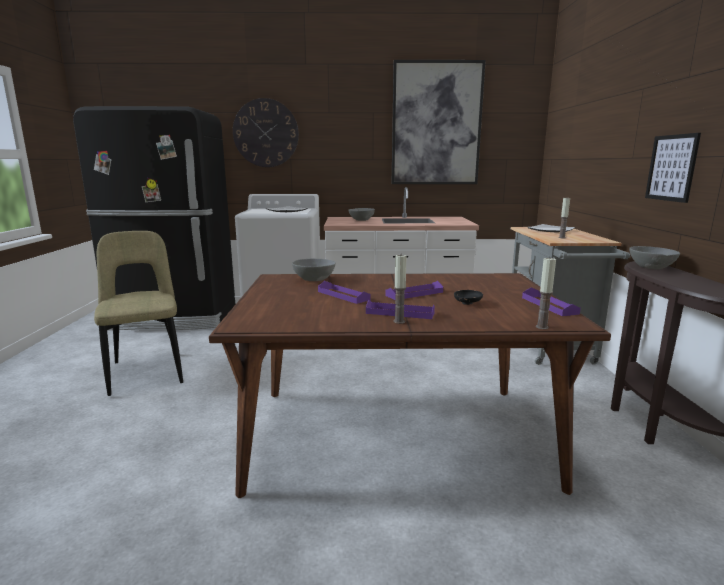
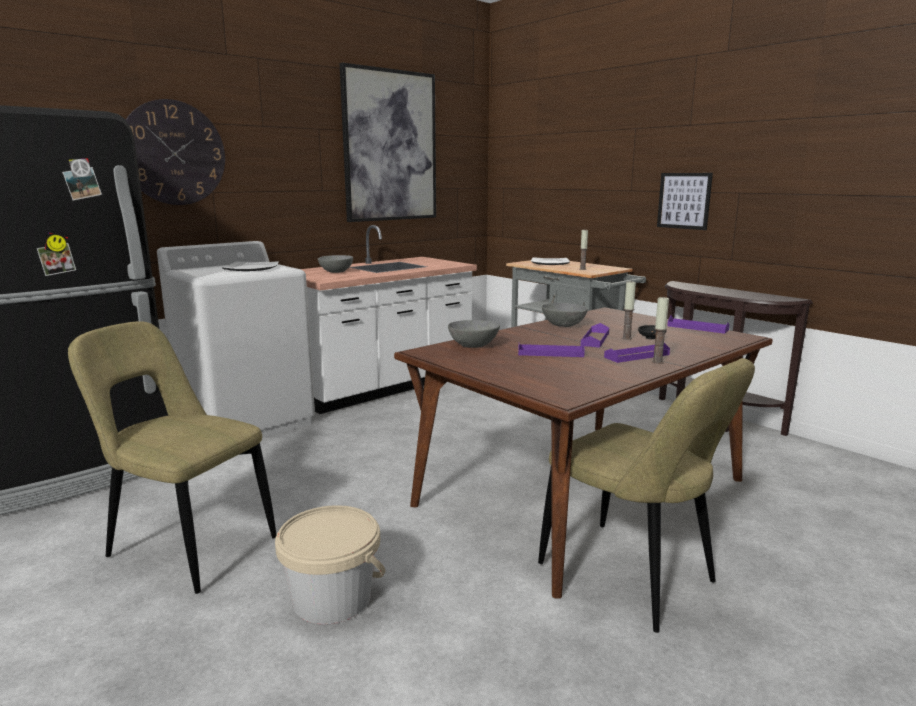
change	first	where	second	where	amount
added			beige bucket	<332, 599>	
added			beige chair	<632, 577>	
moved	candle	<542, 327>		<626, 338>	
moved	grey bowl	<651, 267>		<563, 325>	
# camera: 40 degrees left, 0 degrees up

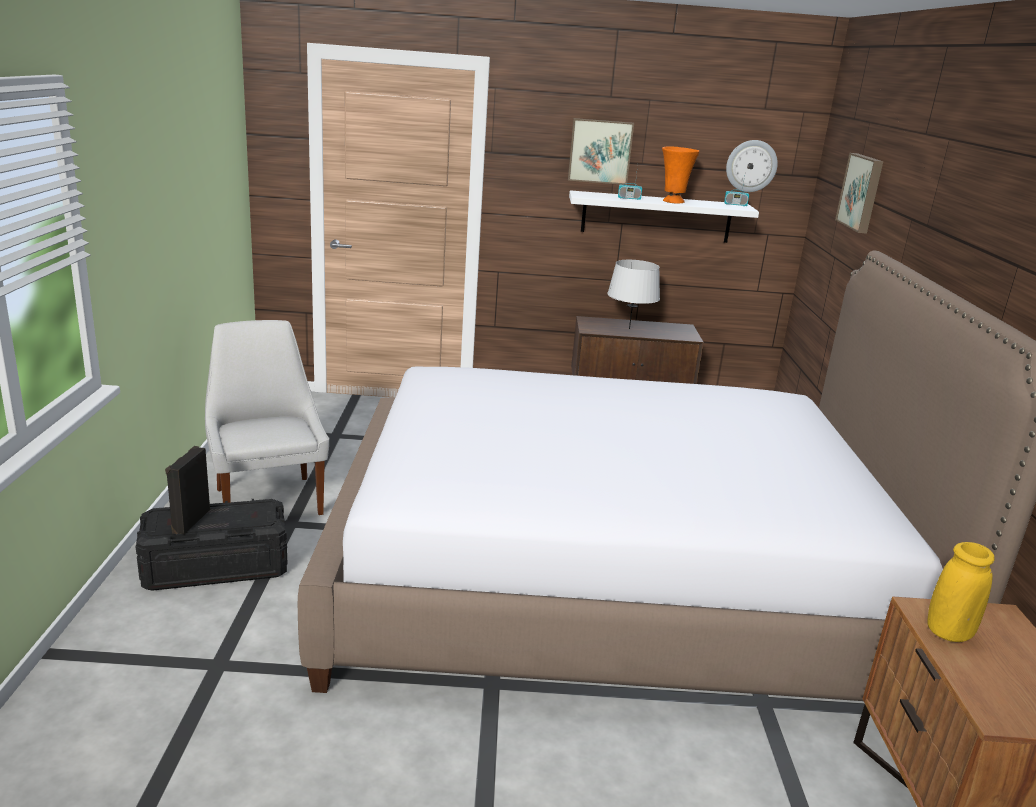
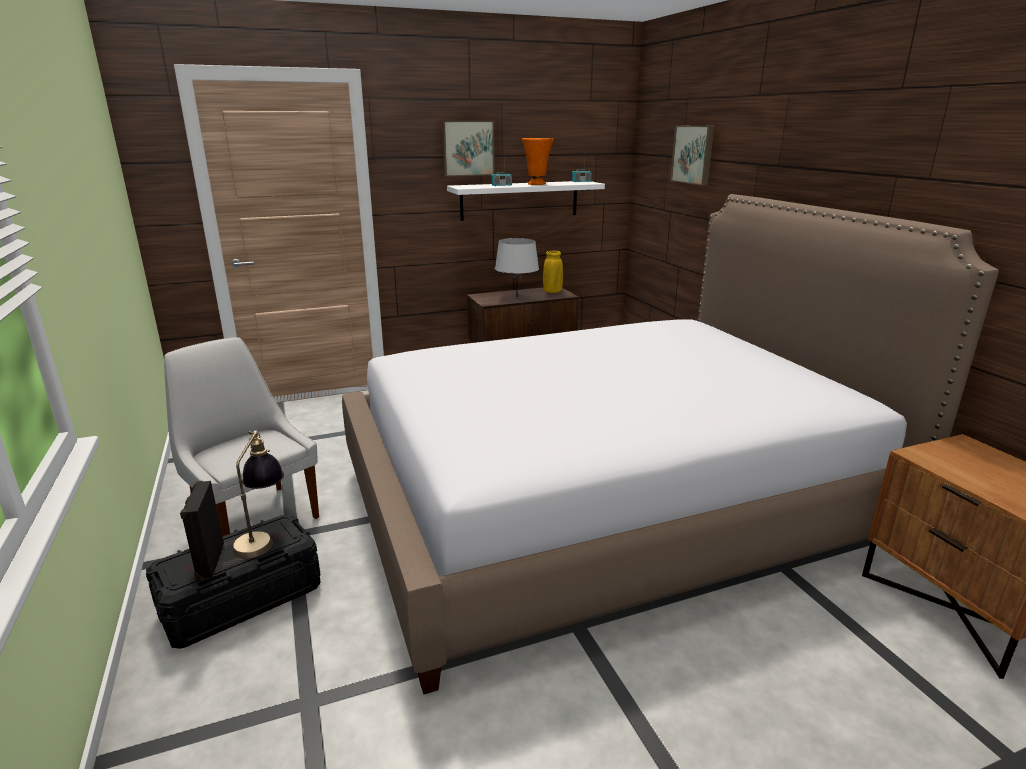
change	first	where	second	where	amount
removed	wall clock	<751, 166>			
added			table lamp	<262, 536>	
moved	yellow vase	<949, 633>		<552, 292>	
# camera: 20 degrees left, 0 degrees up

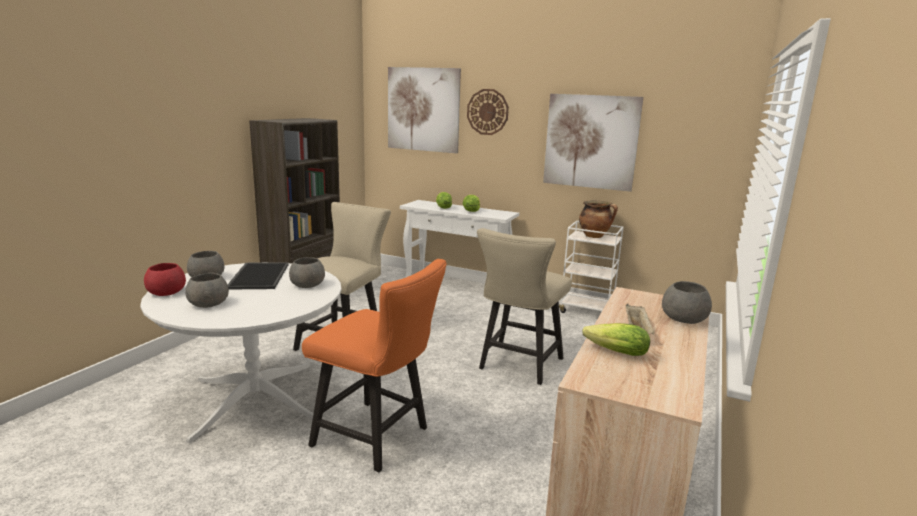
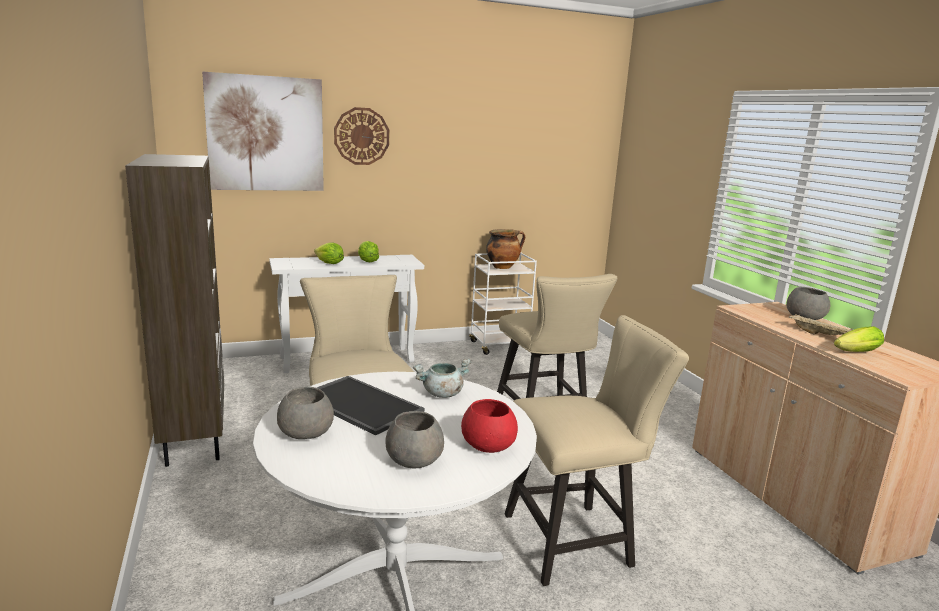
change	first	where	second	where	amount
removed	picture	<591, 142>			
moved	red bowl	<166, 293>		<489, 445>	
replaced	grey bowl	<307, 285>	grey cooking pot	<442, 394>	
recoloured	orange chair	<378, 438>	beige chair	<576, 540>	
# camera: 45 degrees left, 0 degrees up

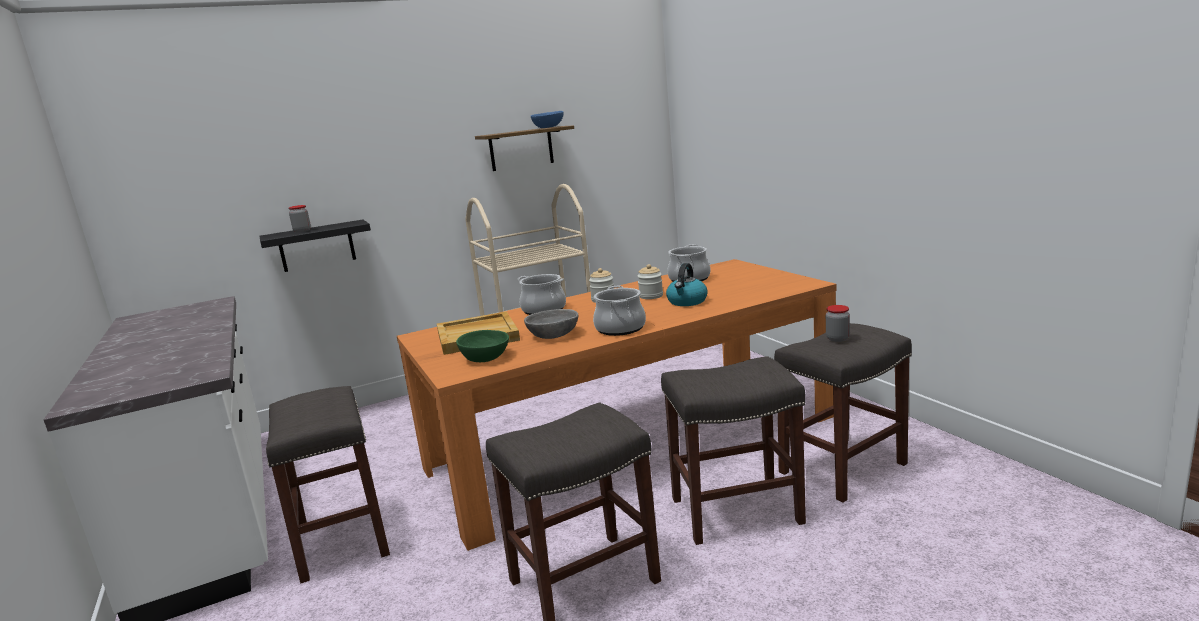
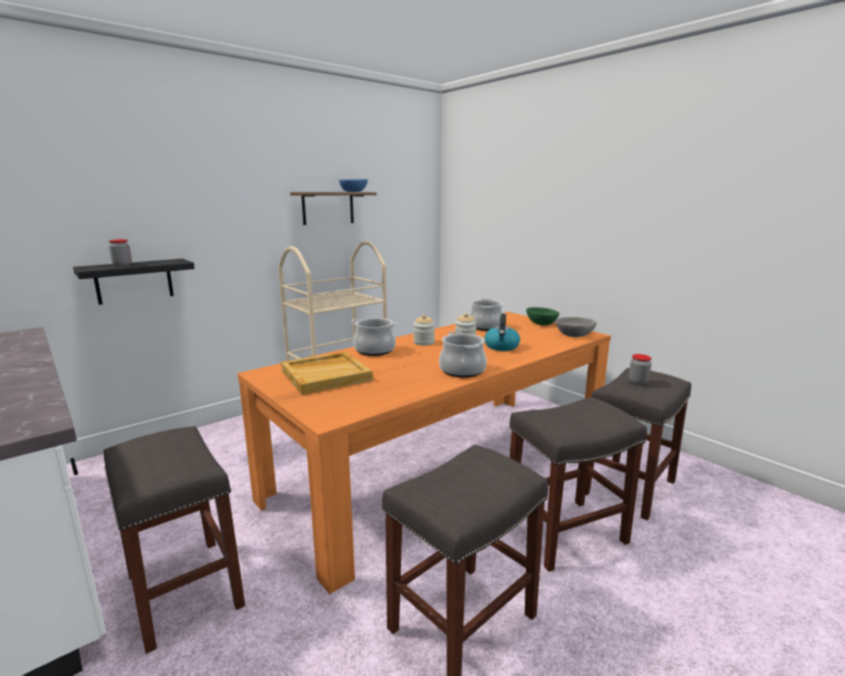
change	first	where	second	where	amount
moved	green bowl	<484, 358>		<541, 323>	
moved	grey bowl	<553, 335>		<574, 335>	
# camera: 15 degrees left, 0 degrees up

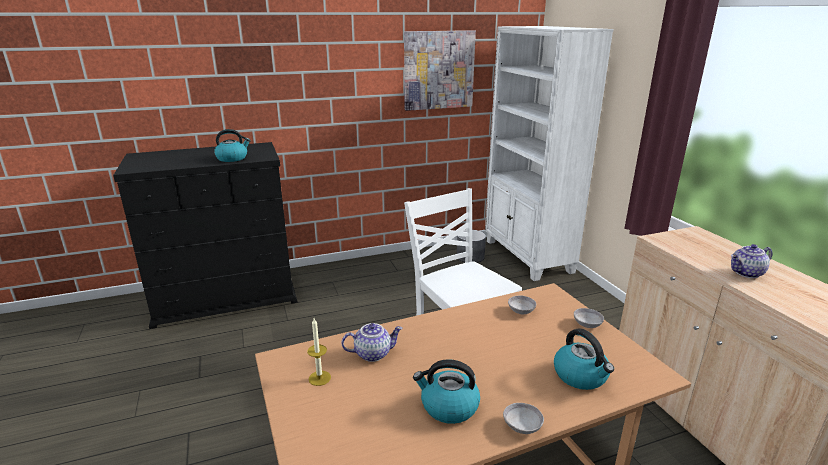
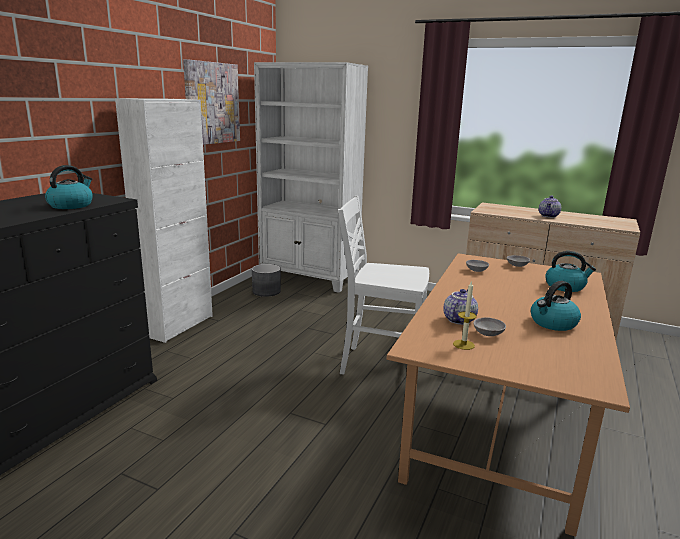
change	first	where	second	where	amount
added			white cabinet	<178, 325>	
moved	grey bowl	<522, 426>		<488, 334>	
# camera: 45 degrees left, 5 degrees down

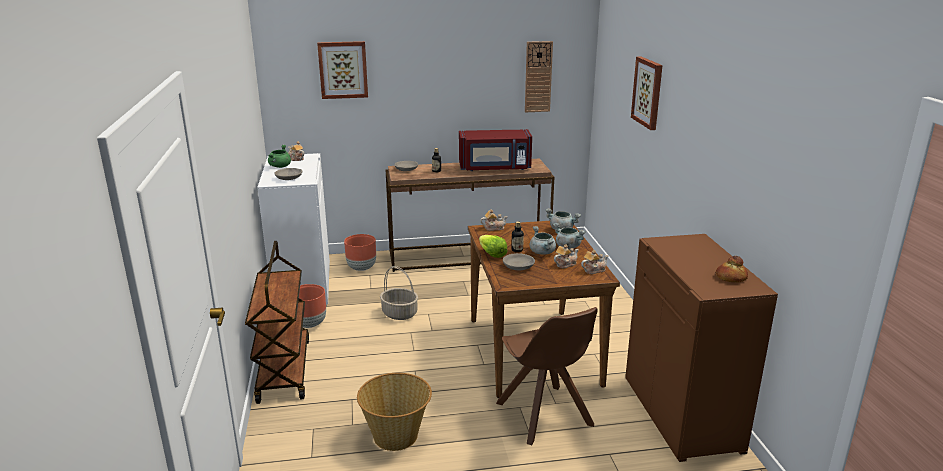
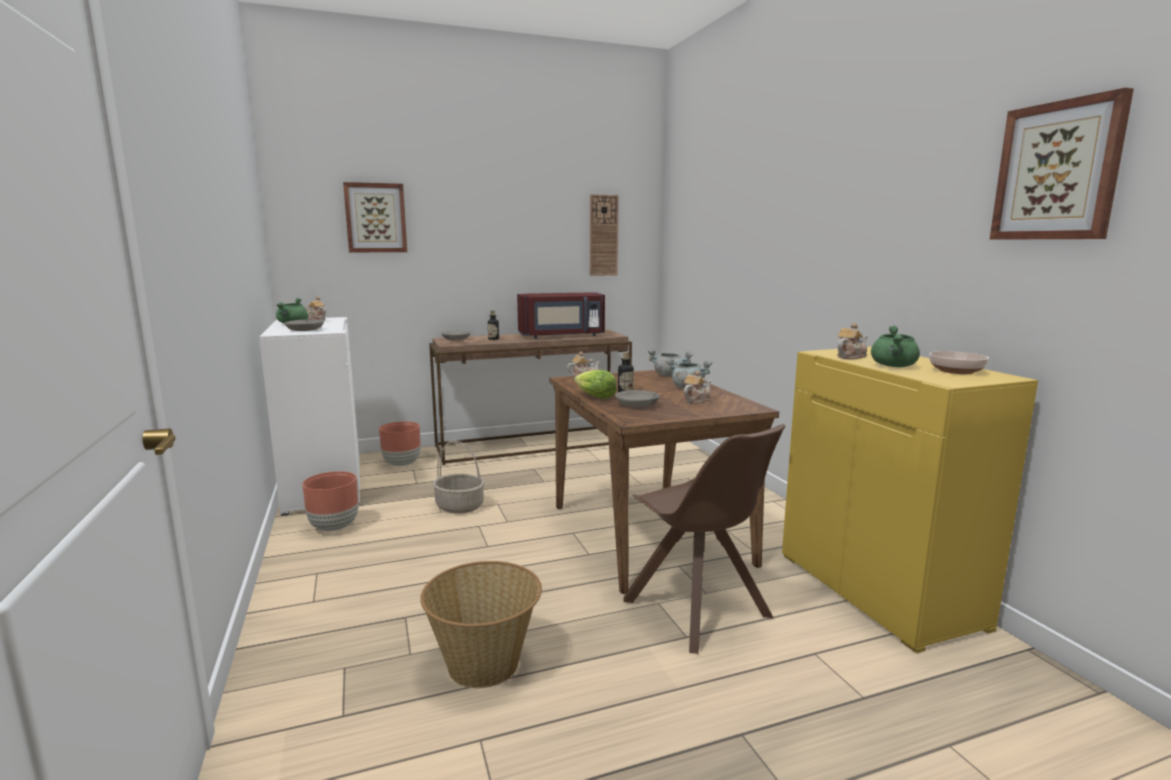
change	first	where	second	where	amount
removed	brown cart	<283, 369>			
removed	grey cooking pot	<543, 252>			
added			green cooking pot	<894, 366>	
moved	teapot	<593, 270>		<850, 357>	
moved	picture	<648, 92>		<1058, 171>	
replaced	bread	<731, 278>	bowl	<957, 371>	
recoloured	brown cabinet	<683, 414>	yellow cabinet	<879, 590>	
# camera: 10 degrees left, 10 degrees down

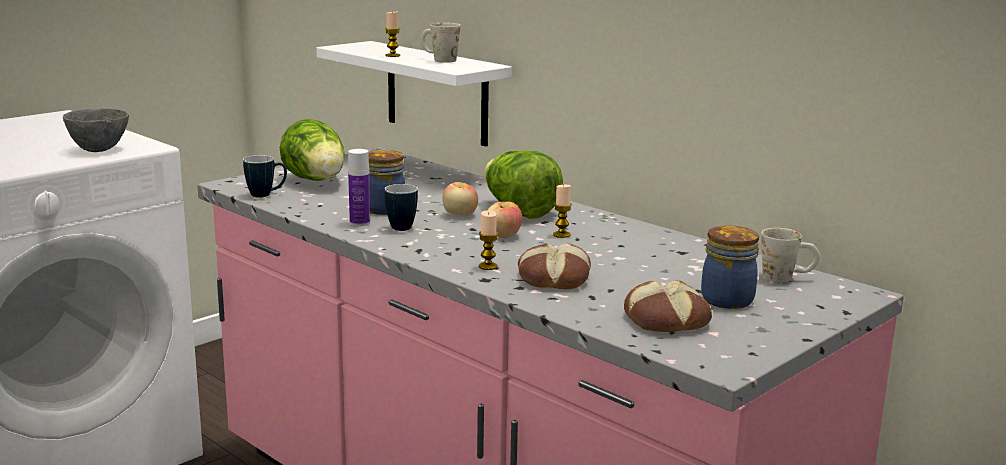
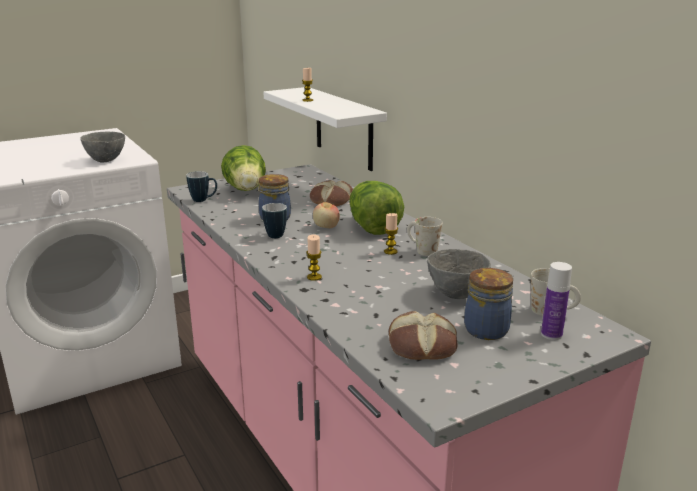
change	first	where	second	where	amount
removed	apple	<503, 236>			
added			grey bowl	<455, 294>	
moved	bottle	<360, 223>		<551, 334>	
moved	white mug	<438, 60>		<421, 250>	
moved	bread	<553, 277>		<331, 200>	
# camera: 15 degrees right, 5 degrees up

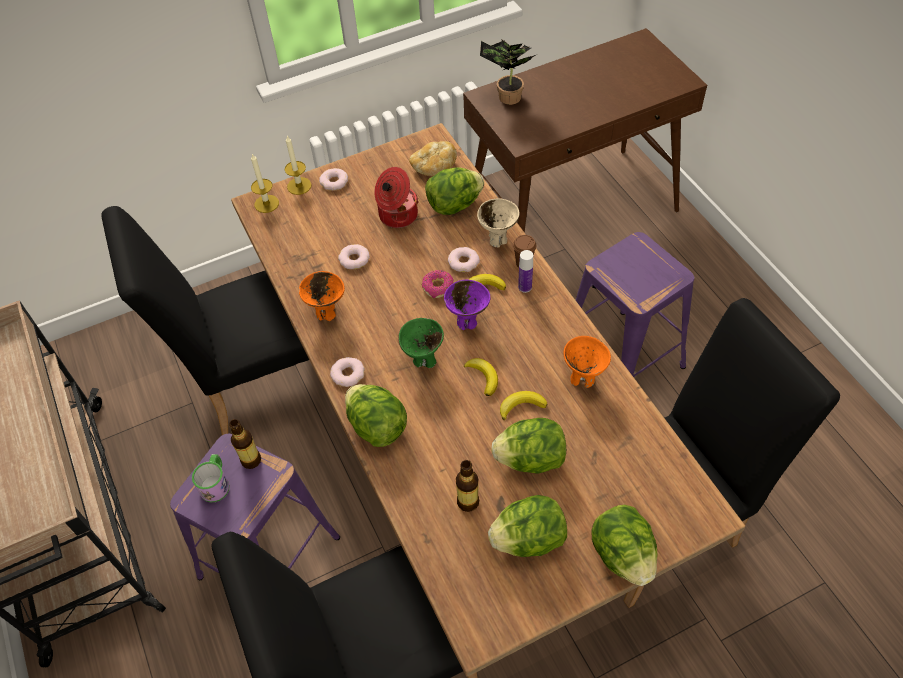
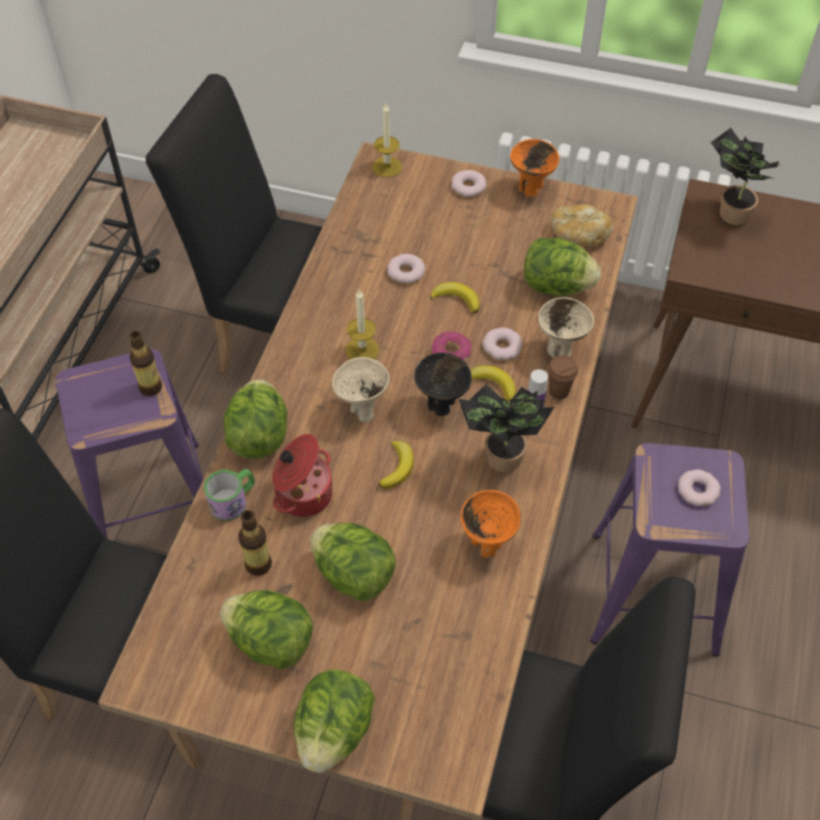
change	first	where	second	where	amount
added			potted plant	<499, 460>	
moved	mug	<216, 483>		<233, 500>	
moved	candle	<299, 186>		<362, 350>	
moved	orange bowl	<327, 312>		<531, 188>	
moved	donut	<348, 374>		<698, 490>	
moved	cooking pot	<397, 215>		<302, 493>	
moved	banana	<521, 406>		<457, 299>	
recoloured	green bowl	<424, 360>	beige bowl	<363, 410>	
recoloured	purple bowl	<467, 321>	black bowl	<441, 405>	
# camera: 40 degrees right, 0 degrees up

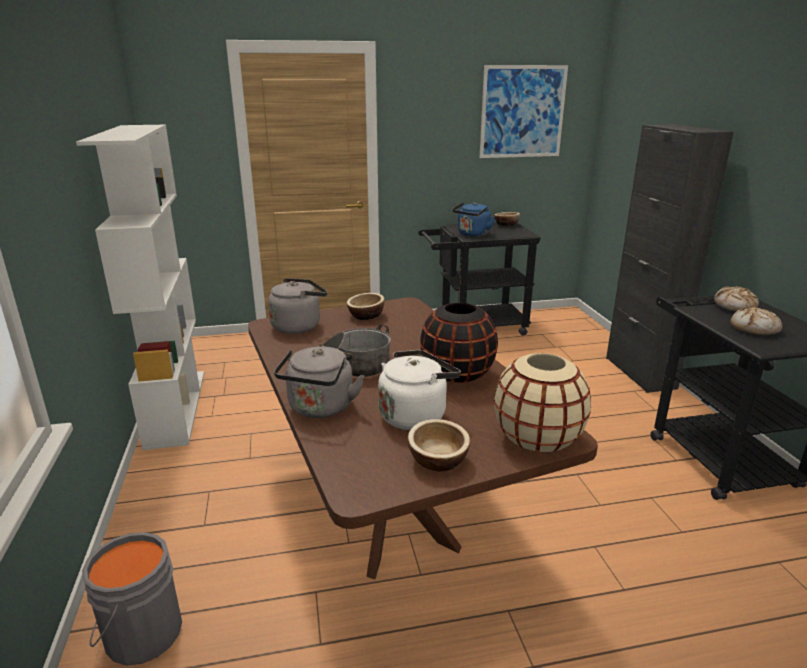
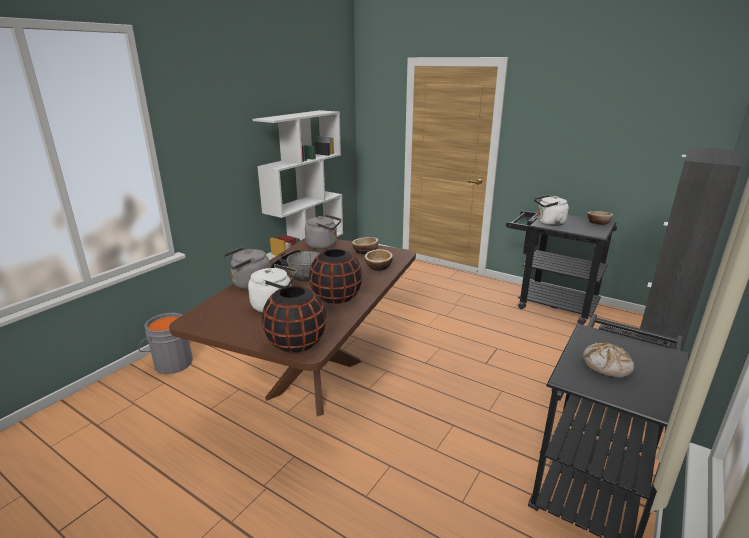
change	first	where	second	where	amount
removed	picture	<522, 112>			
removed	bread	<734, 306>			
moved	bowl	<437, 460>		<378, 267>	
recoloured	blue kettle	<472, 234>	white kettle	<548, 223>	
recoloured	beige vase	<537, 439>	black vase	<296, 344>	
# camera: 45 degrees right, 0 degrees up

